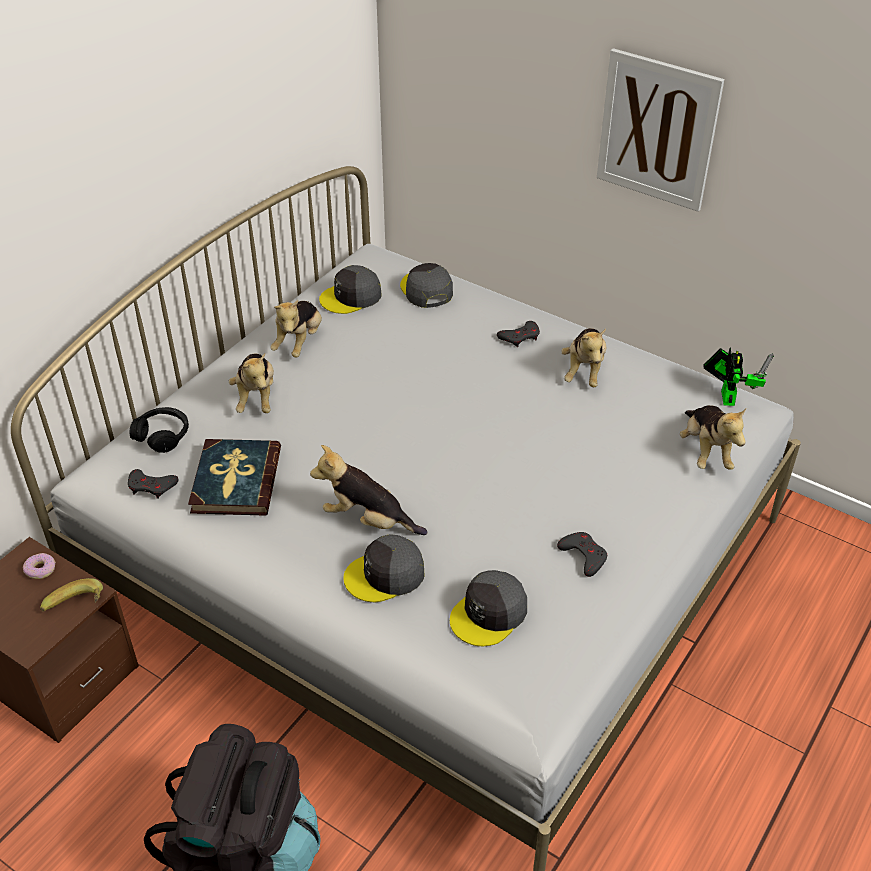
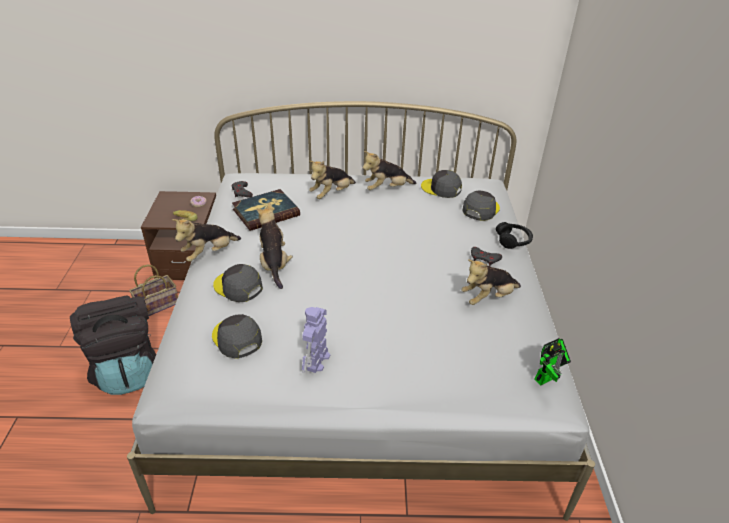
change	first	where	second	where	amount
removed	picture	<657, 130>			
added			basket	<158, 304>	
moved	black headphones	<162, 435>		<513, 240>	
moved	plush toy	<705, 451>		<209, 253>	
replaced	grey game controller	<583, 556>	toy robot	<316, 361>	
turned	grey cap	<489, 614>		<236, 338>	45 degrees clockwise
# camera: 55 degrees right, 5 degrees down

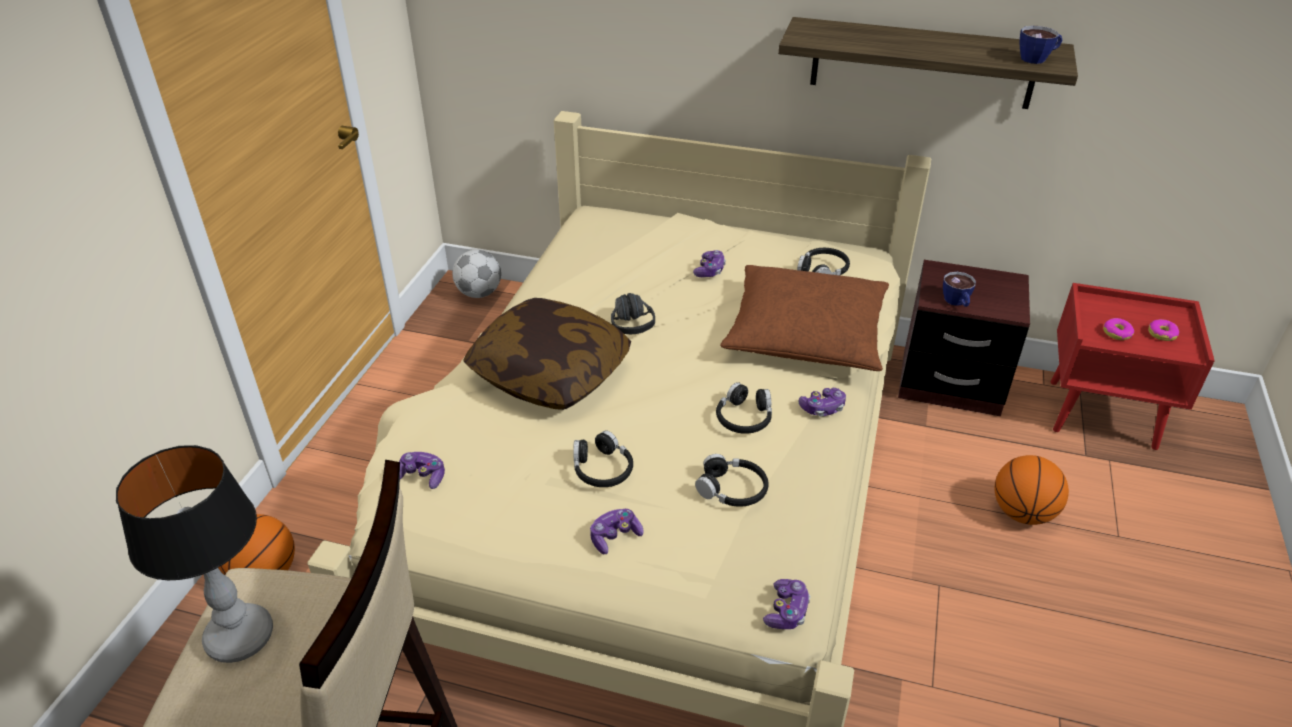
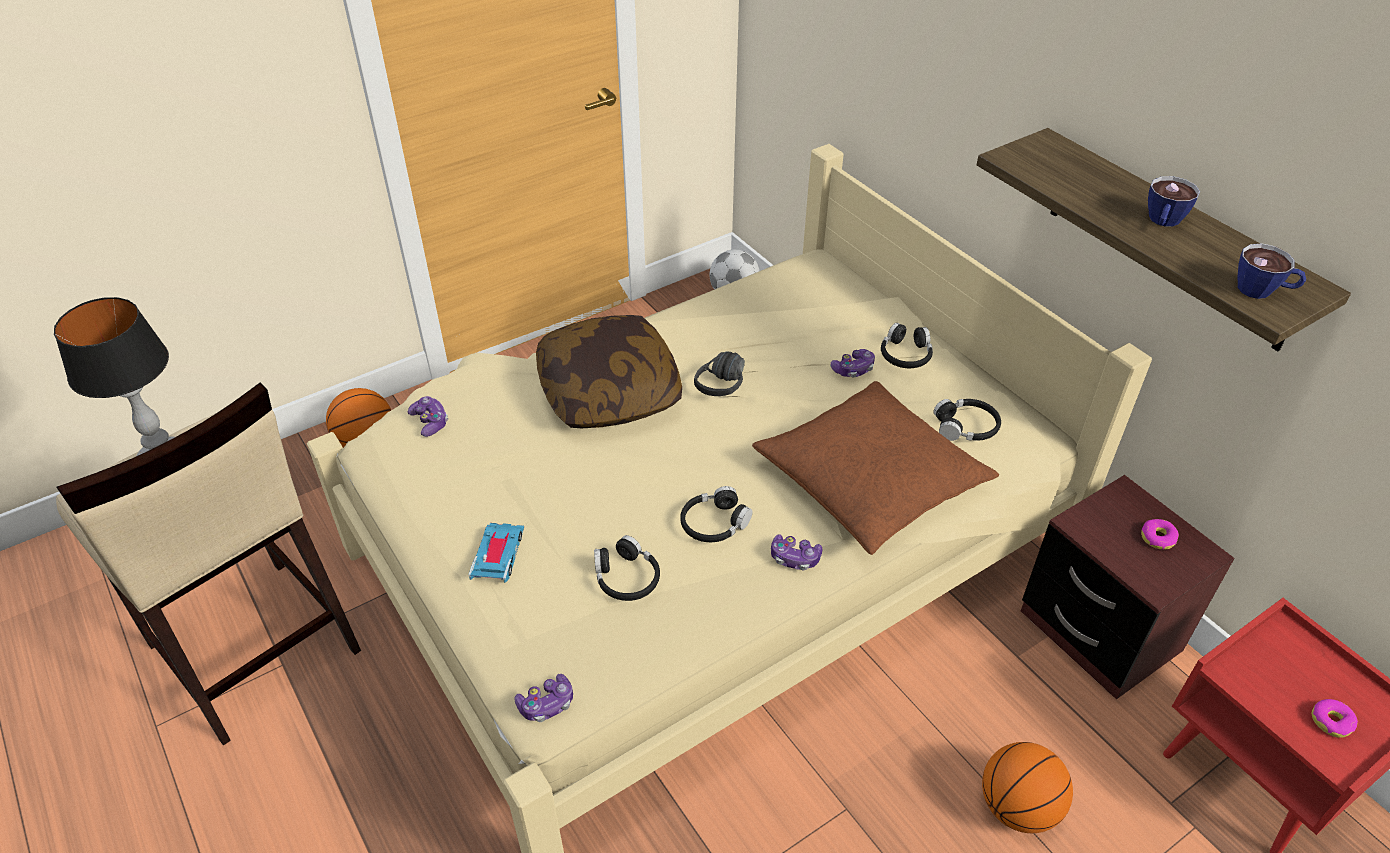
change	first	where	second	where	amount
moved	black headphones	<602, 469>		<905, 355>	
moved	cup	<957, 303>		<1162, 222>	
moved	donut	<1117, 333>		<1157, 538>	
replaced	game controller	<615, 536>	toy car	<498, 555>	
# camera: 40 degrees right, 5 degrees up

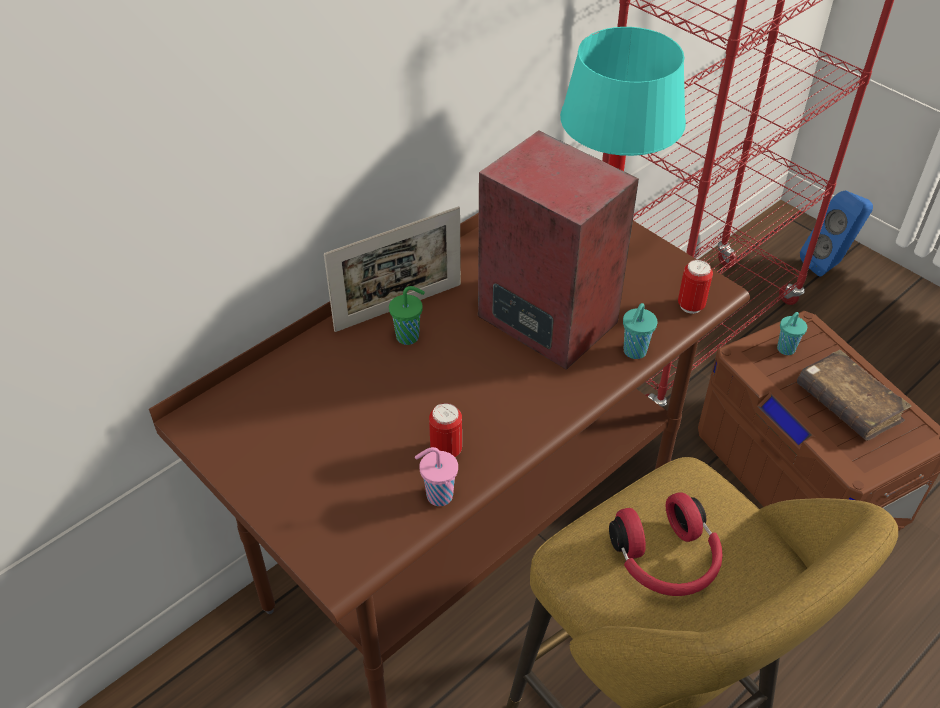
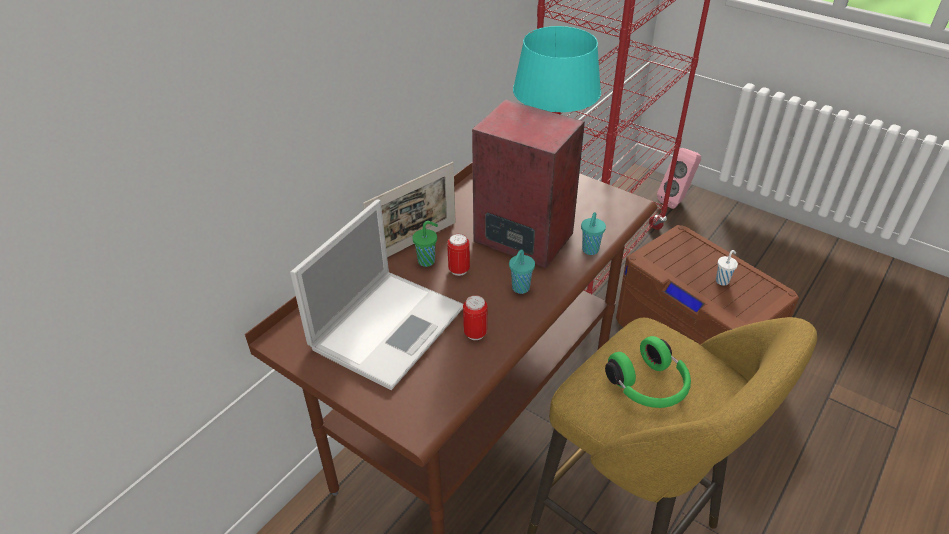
change	first	where	second	where	amount
removed	pink cup	<437, 496>			
added			laptop	<389, 325>	
moved	can	<691, 306>		<459, 270>	
moved	turquoise cup	<785, 349>		<520, 288>	
replaced	brown book	<847, 404>	white cup	<722, 280>	
recoloured	red headphones	<666, 561>	green headphones	<649, 386>	
recoloured	blue speaker	<828, 265>	pink speaker	<676, 201>	
# camera: 10 degrees left, 5 degrees down

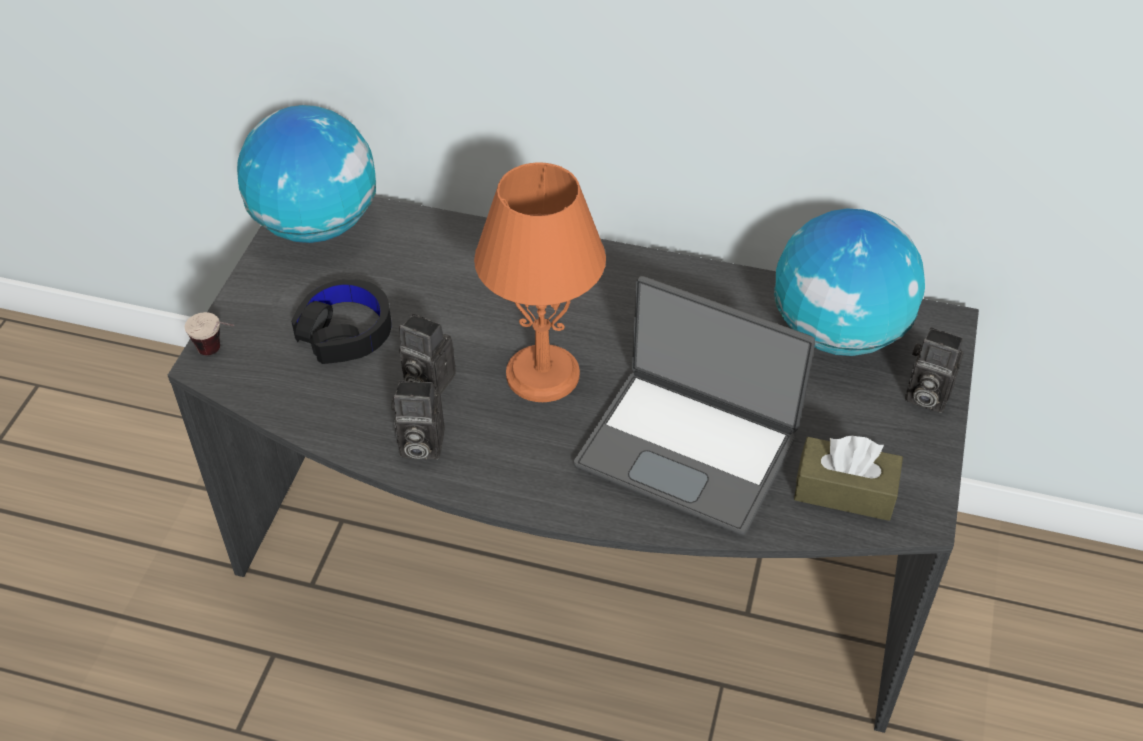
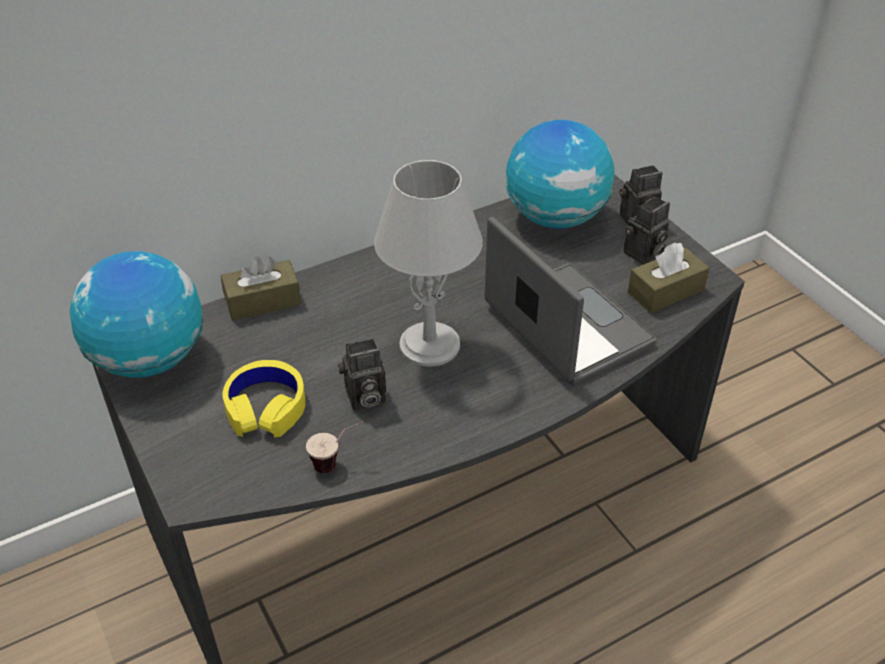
change	first	where	second	where	amount
added			brown tissue box	<263, 301>	
moved	cup	<219, 353>		<337, 462>	
moved	photo camera	<418, 445>		<643, 255>	
recoloured	black headphones	<345, 331>	yellow headphones	<266, 407>	
recoloured	orange table lamp	<543, 373>	grey table lamp	<429, 344>	
turned	laptop	<688, 449>		<565, 327>	105 degrees counterclockwise
# camera: 45 degrees left, 5 degrees down

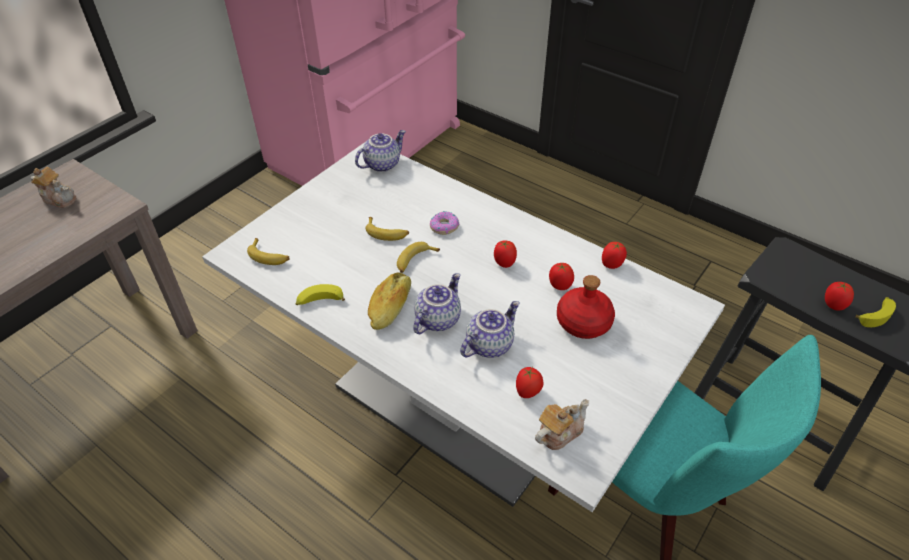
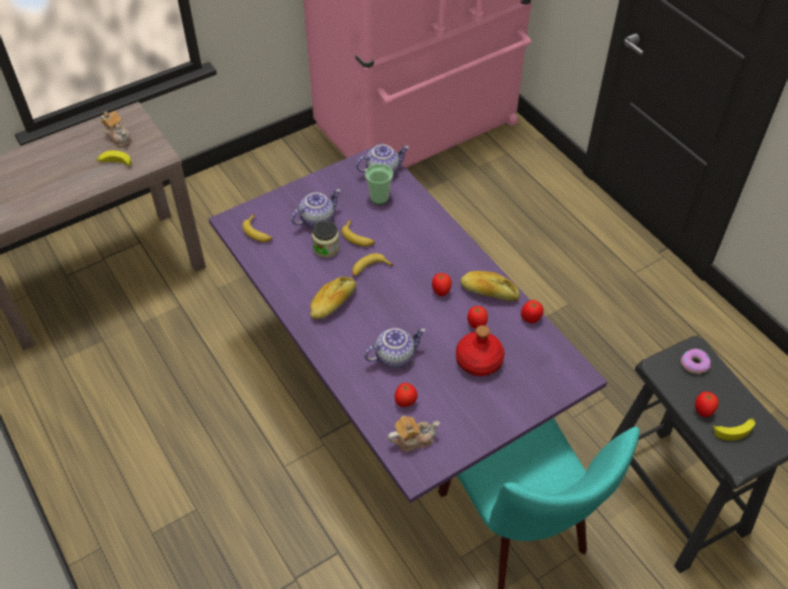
change	first	where	second	where	amount
added			jar	<326, 248>	
added			cup	<379, 197>	
added			bread	<489, 292>	
moved	banana	<320, 301>		<115, 163>	
moved	teapot	<437, 319>		<317, 219>	
moved	donut	<444, 226>		<694, 363>	
recoloured	white dining table	<455, 402>	purple dining table	<393, 394>	
# camera: 20 degrees right, 5 degrees up

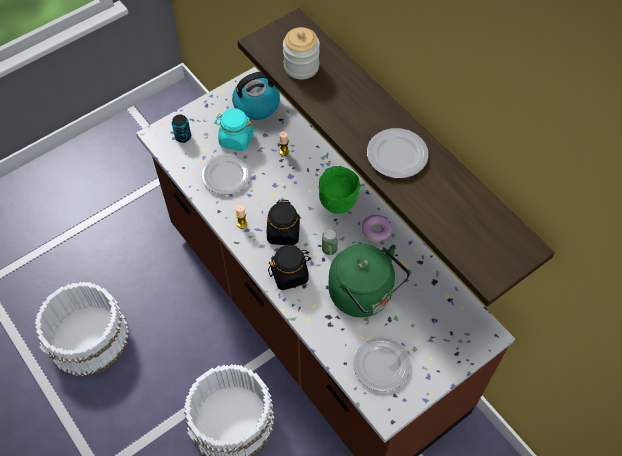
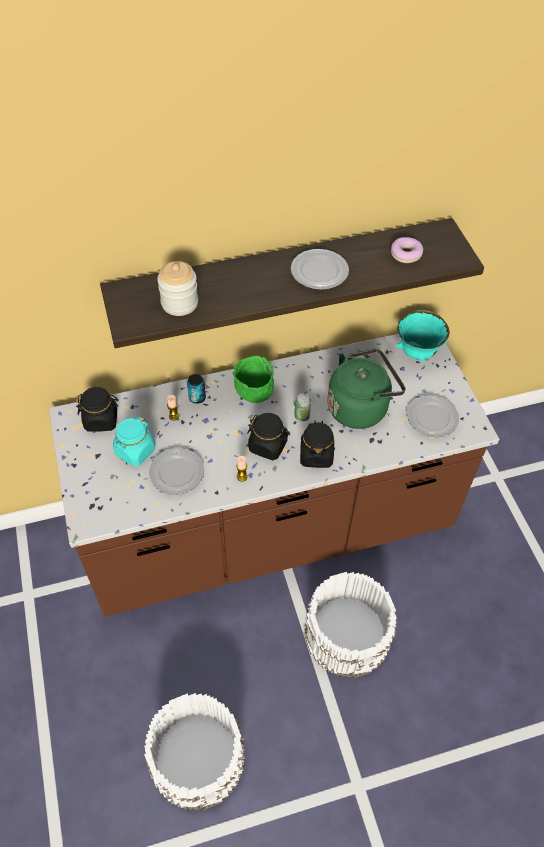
change	first	where	second	where	amount
added			turquoise bowl	<417, 352>	
moved	can	<183, 137>		<197, 398>	
moved	donut	<376, 230>		<406, 254>	
replaced	kettle	<257, 104>	black jar	<101, 420>	
# camera: 70 degrees left, 5 degrees down

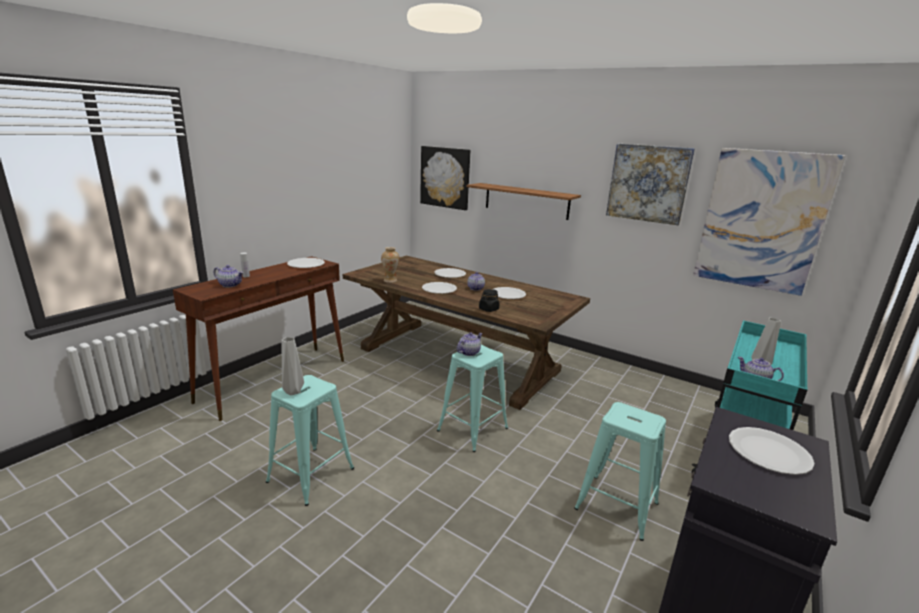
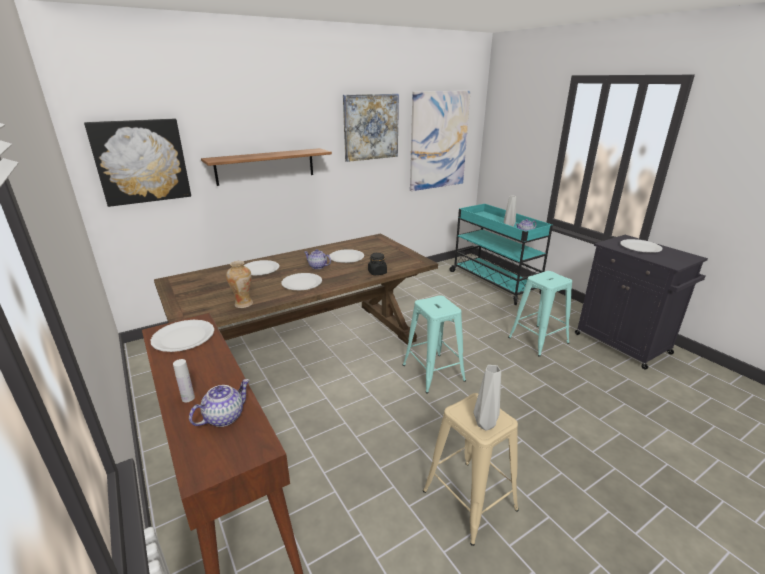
change	first	where	second	where	amount
removed	teapot	<469, 352>			
recoloured	turquoise stool	<311, 475>	beige stool	<469, 500>	
# camera: 65 degrees left, 5 degrees up

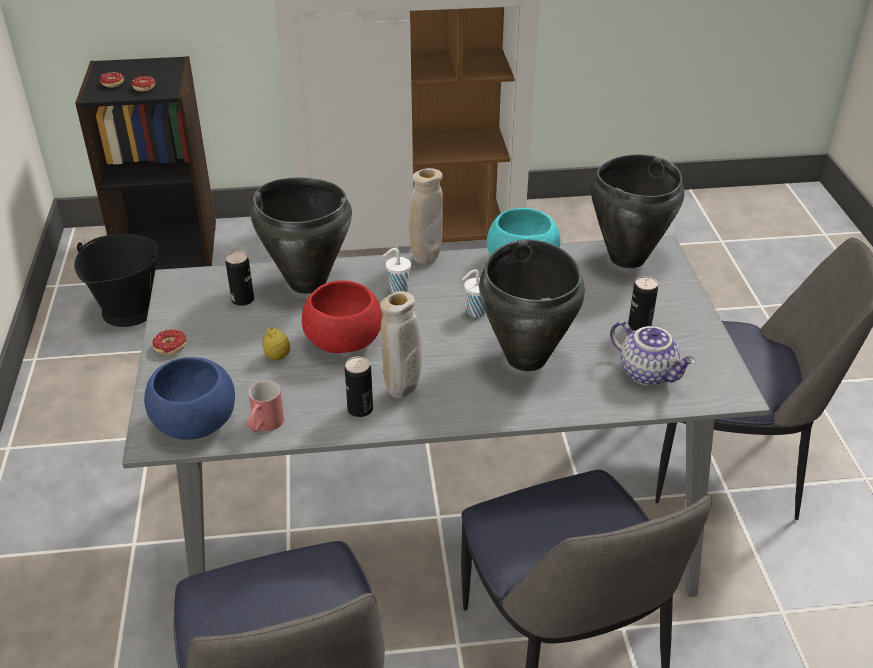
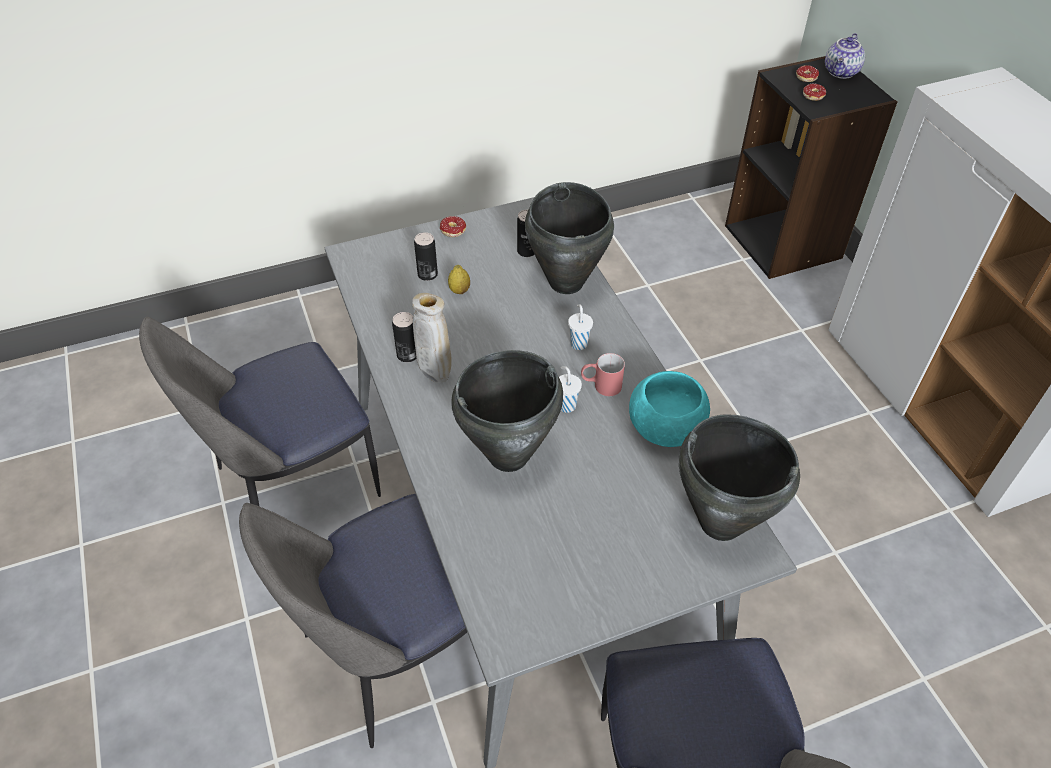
change	first	where	second	where	amount
removed	black bucket	<129, 310>			
removed	blue bowl	<194, 423>			
removed	red bowl	<344, 341>			
removed	beige vase	<425, 259>			
moved	red mug	<264, 426>		<600, 386>	
moved	teapot	<648, 373>		<841, 72>	
moved	can	<639, 326>		<427, 274>	
# camera: 75 degrees right, 10 degrees up

